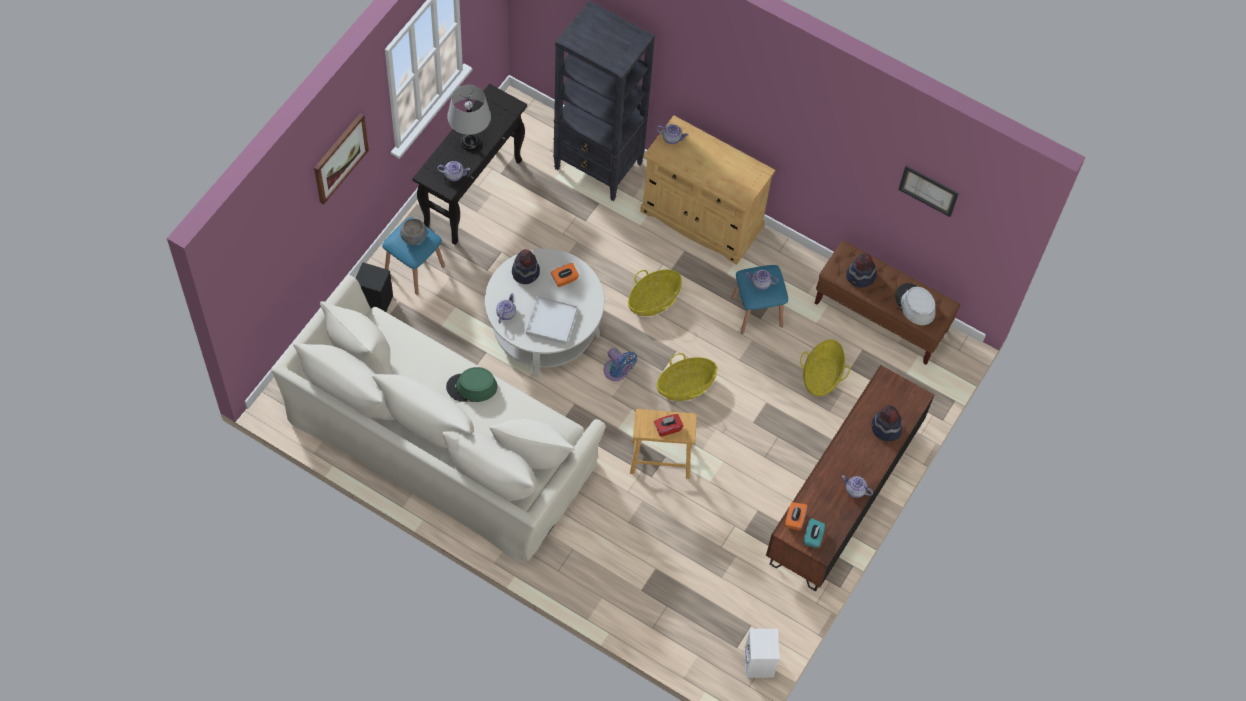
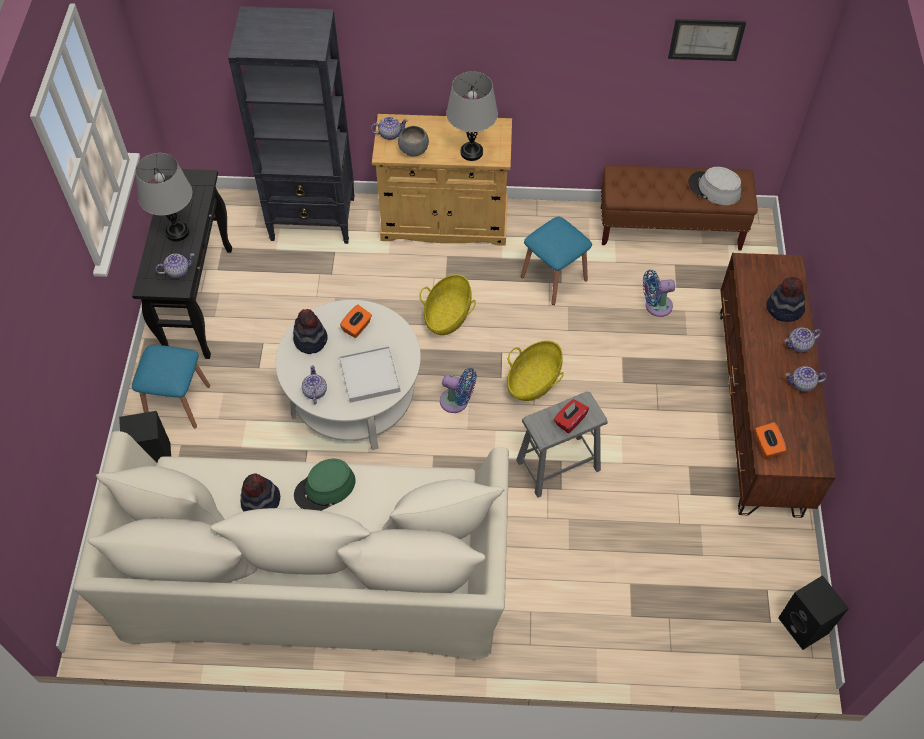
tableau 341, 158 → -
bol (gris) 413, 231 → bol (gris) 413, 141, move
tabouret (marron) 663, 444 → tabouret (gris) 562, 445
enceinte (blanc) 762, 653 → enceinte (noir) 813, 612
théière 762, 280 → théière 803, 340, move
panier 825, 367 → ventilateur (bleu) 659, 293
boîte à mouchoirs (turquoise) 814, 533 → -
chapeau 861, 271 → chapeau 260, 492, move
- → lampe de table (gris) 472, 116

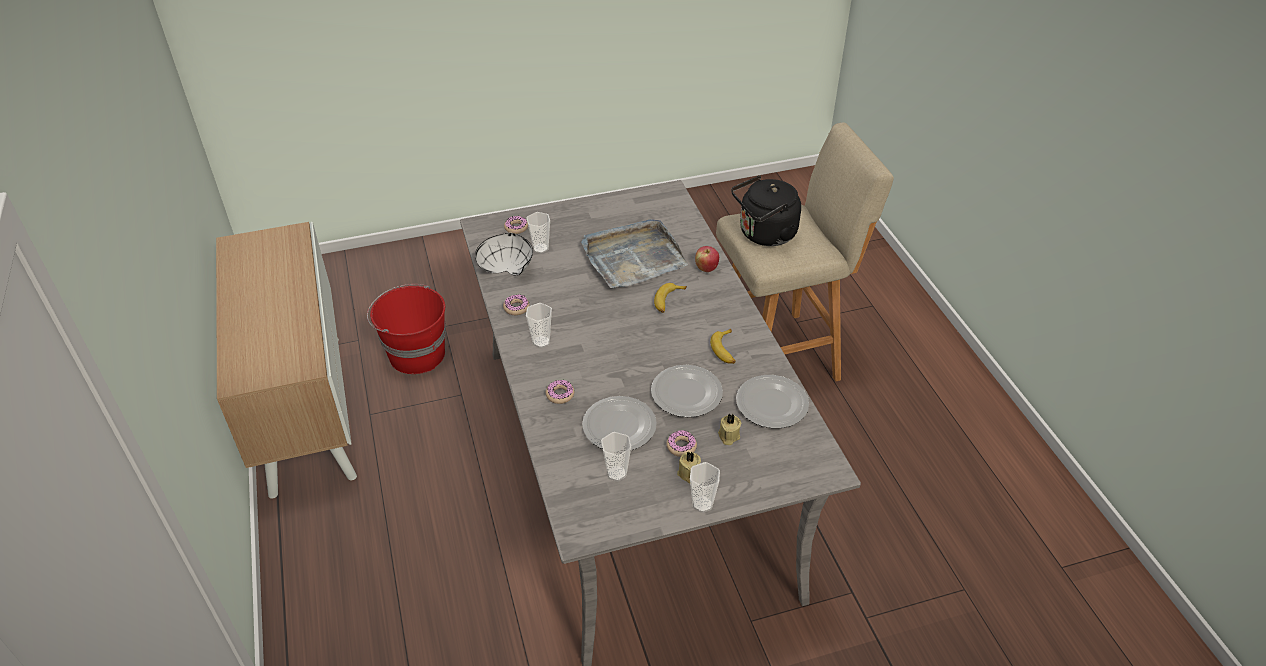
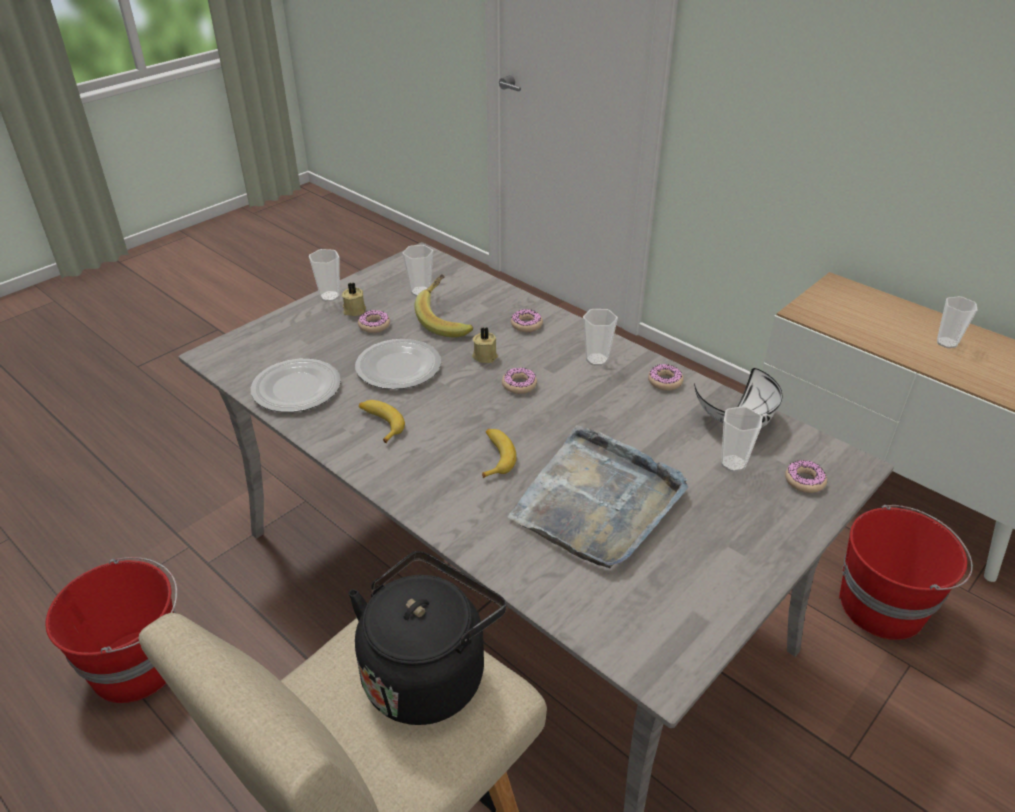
assiette 619, 423 → banane 444, 305
pomme 707, 259 → -
bougie (beige) 729, 429 → bougie (beige) 485, 345, move
- → seau (rouge) 111, 630
- → beignet 519, 381
- → tasse 957, 322

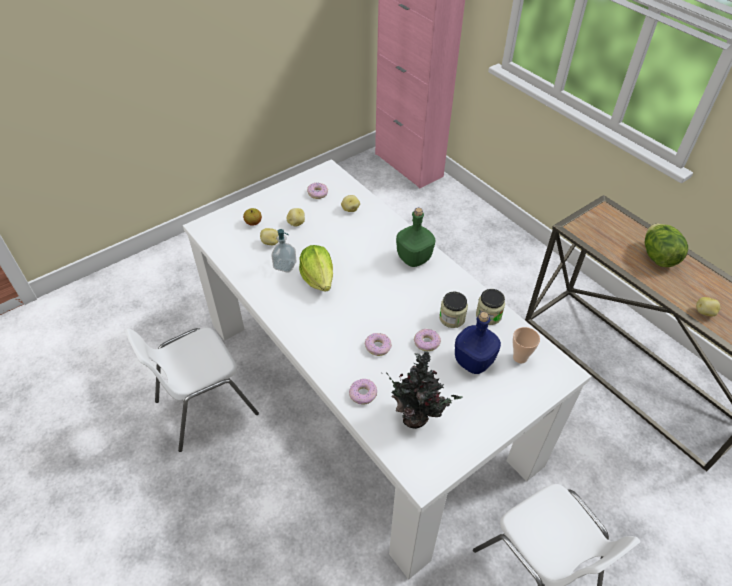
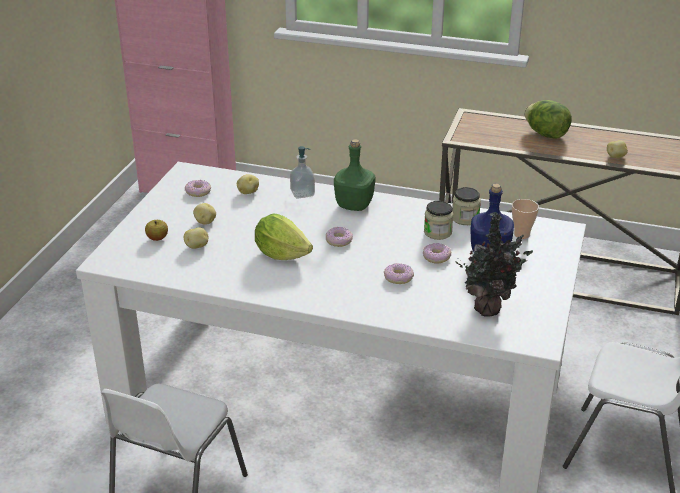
distributeur de savon 284, 250 → distributeur de savon 302, 172, move
beignet 363, 392 → beignet 339, 237, move

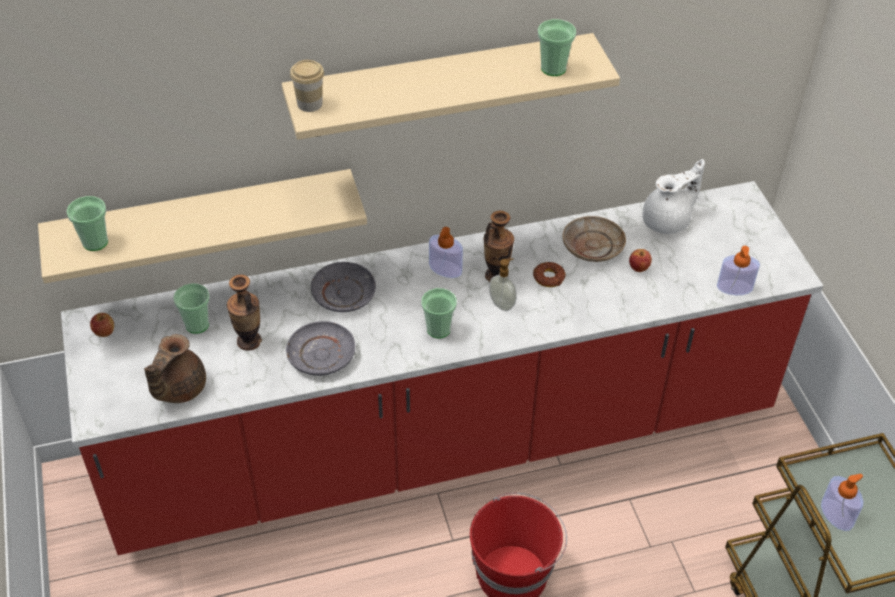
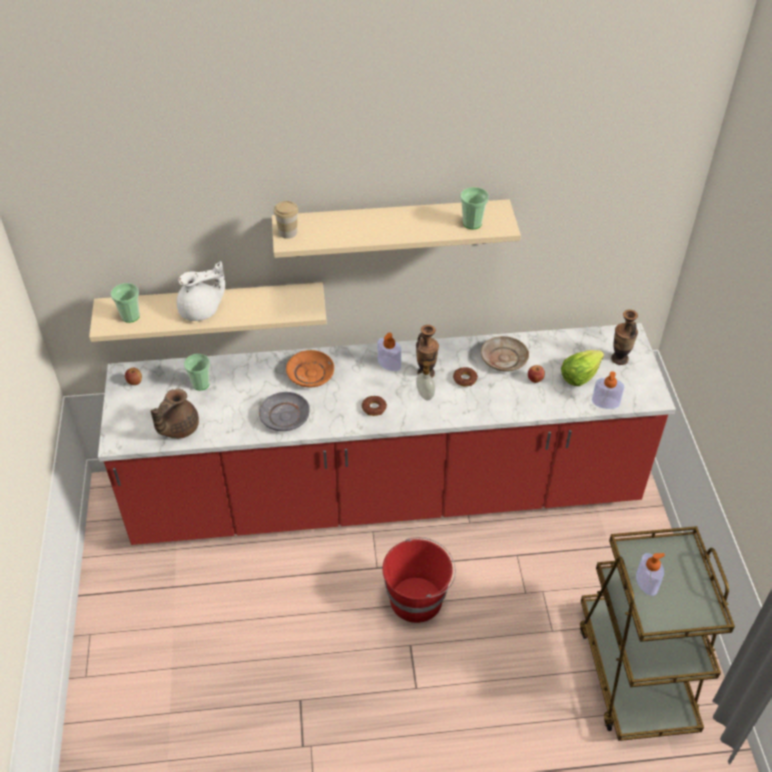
vase 244, 312 → vase 624, 337, move
assiette (gris) 343, 287 → assiette (orange) 310, 368
tasse 439, 313 → beignet 374, 406
théière (blanc) 673, 196 → théière (blanc) 201, 291, move
- → laitue 582, 368

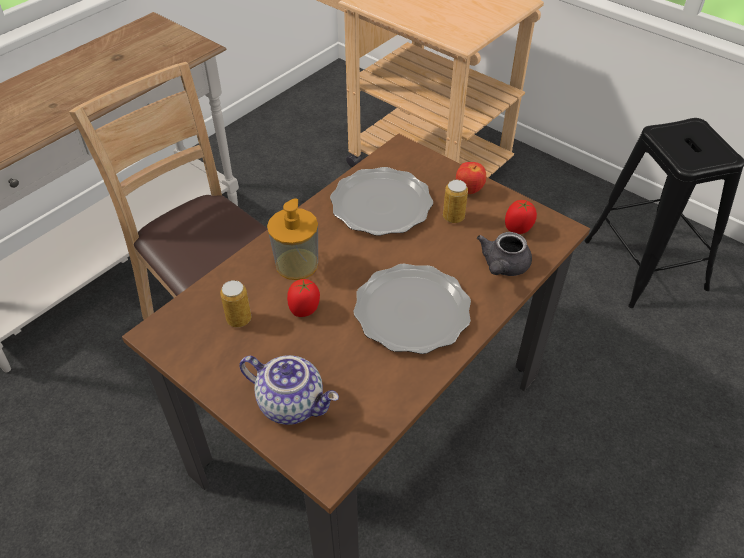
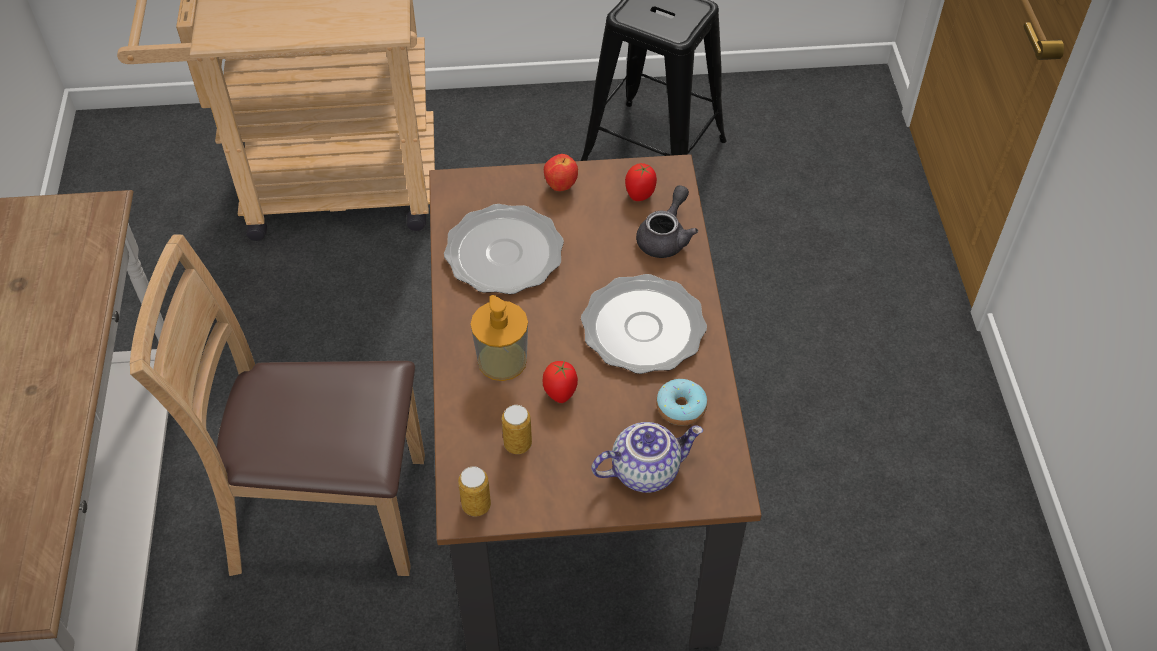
boîte métallique 455, 201 → boîte métallique 474, 491, move
théière (gris) 504, 254 → théière (gris) 667, 221, 135 degrees counterclockwise
- → beignet 681, 402

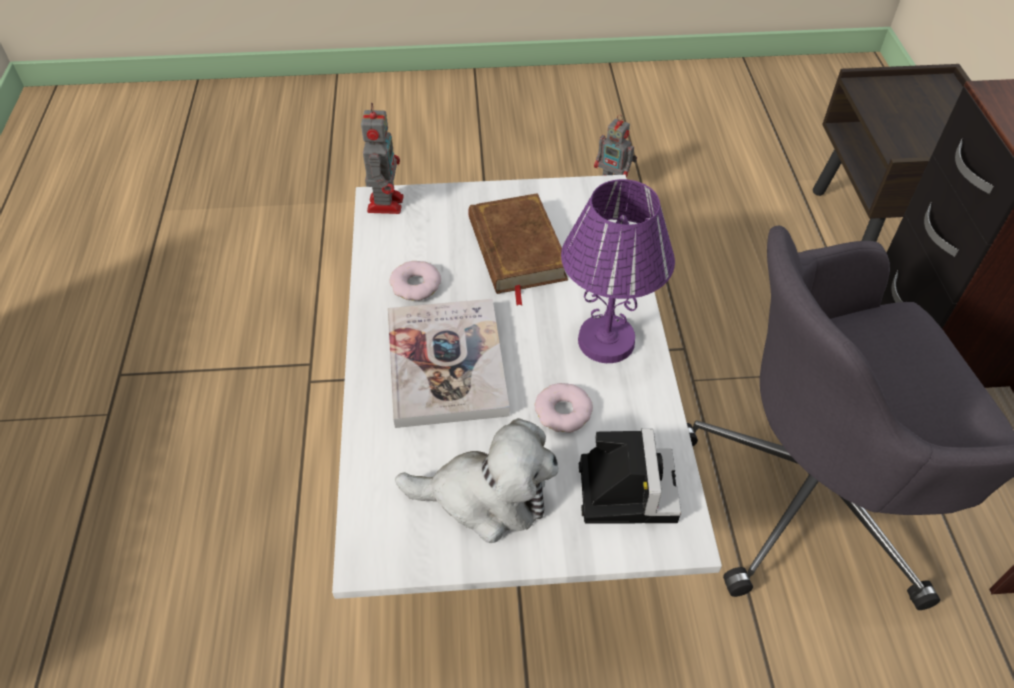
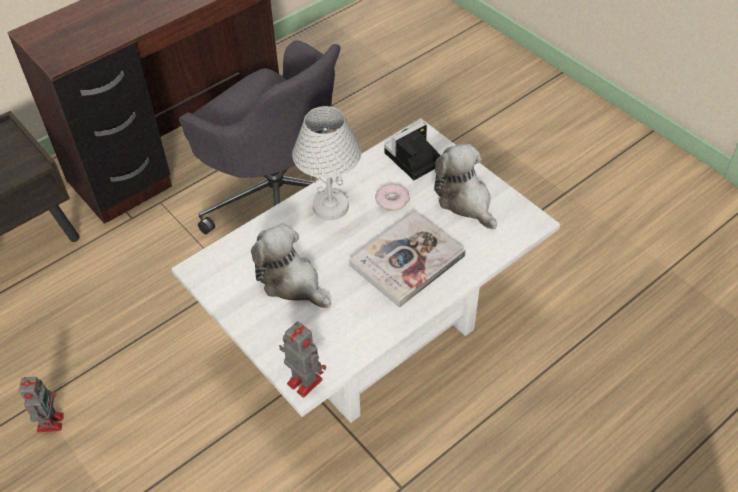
robot jouet 382, 158 → robot jouet 302, 359, 75 degrees clockwise
beignet 415, 281 → -
livre (marron) 518, 249 → peluche 291, 266
lampe de table (violet) 618, 271 → lampe de table (blanc) 326, 163

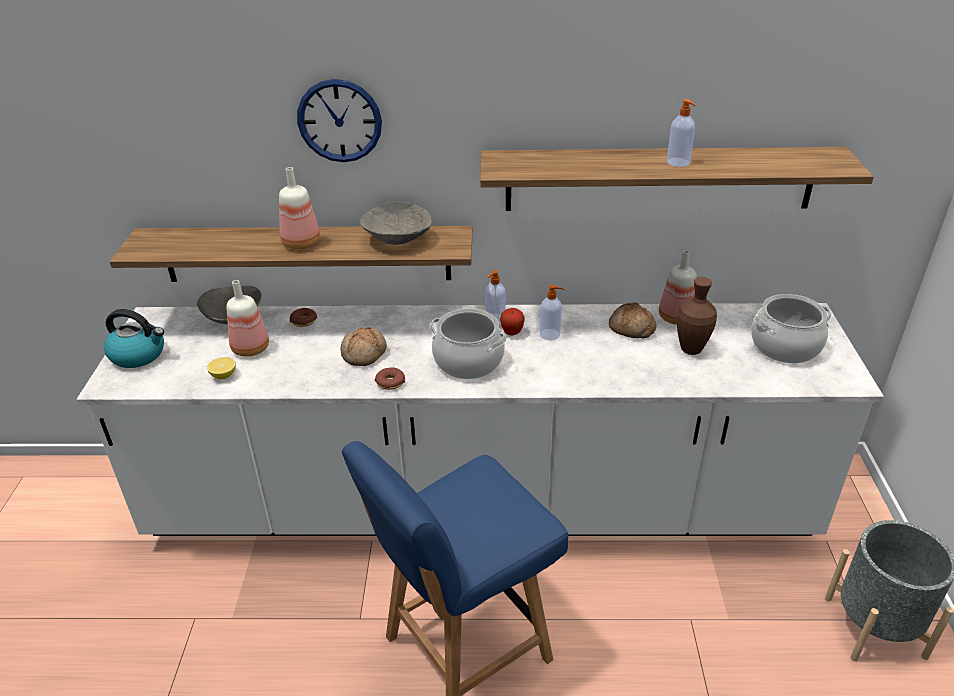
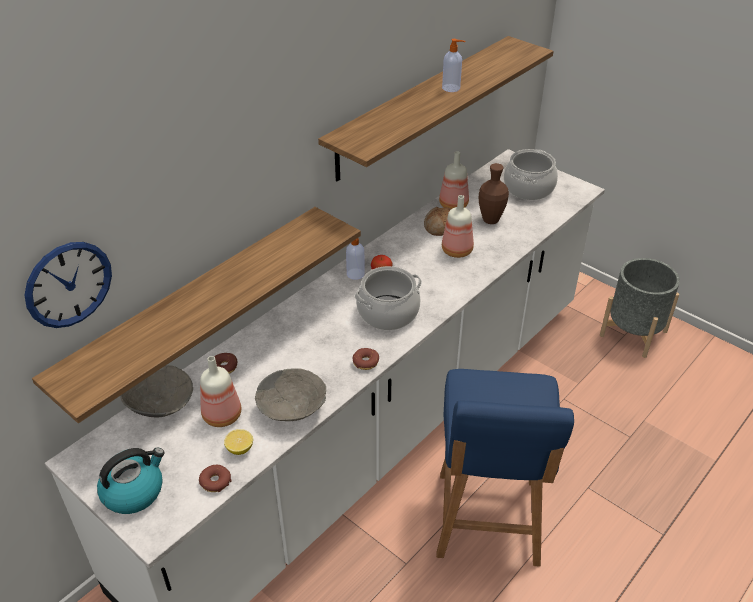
bouteille 299, 208 → bouteille 458, 226, move
horloge murale 339, 120 → horloge murale 68, 285, move
pain 364, 346 → -
bol (gris) 396, 223 → bol (gris) 290, 394, move
distributeur de savon 552, 312 → -
- → beignet 215, 478

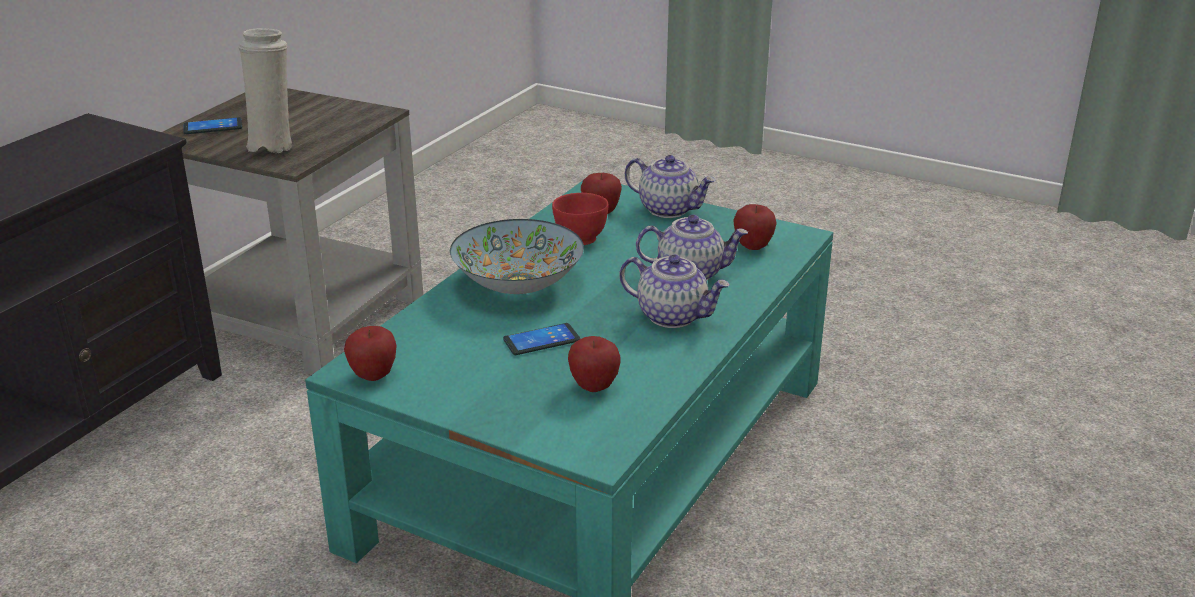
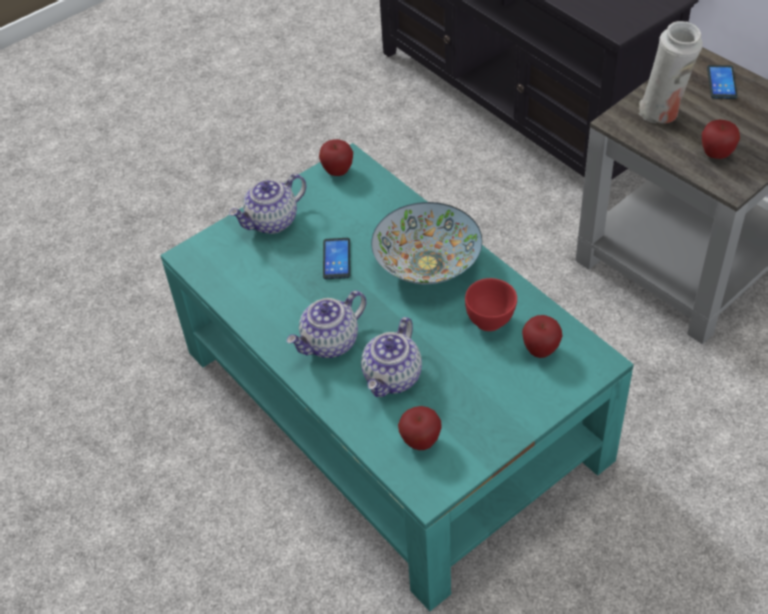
pomme 594, 364 → pomme 721, 139, move
théière 670, 186 → théière 267, 204, move

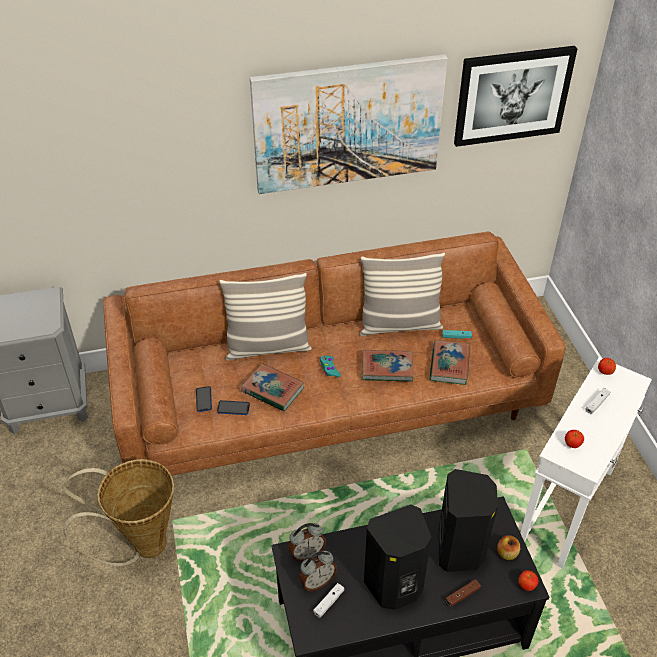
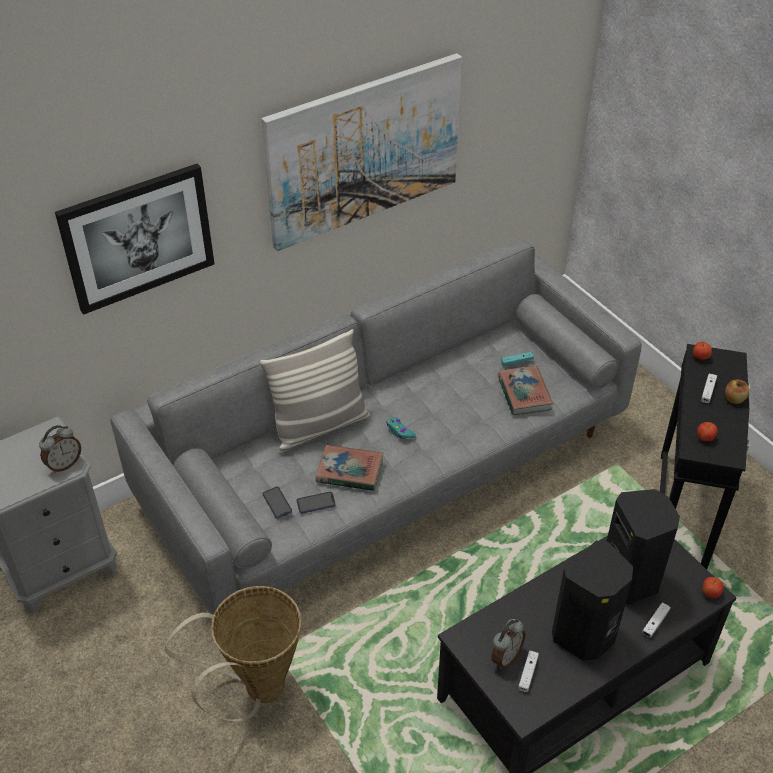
canapé (marron) 334, 354 → canapé (gris) 376, 427
réveil 307, 542 → réveil 60, 449, move
coussin 402, 294 → -
livre 387, 366 → -
manette (marron) 463, 593 → manette (blanc) 656, 619
tableau 516, 96 → tableau 135, 239, move
pomme 508, 547 → pomme 737, 391, move
table d'appoint (blanc) 586, 462 → table d'appoint (noir) 705, 456

